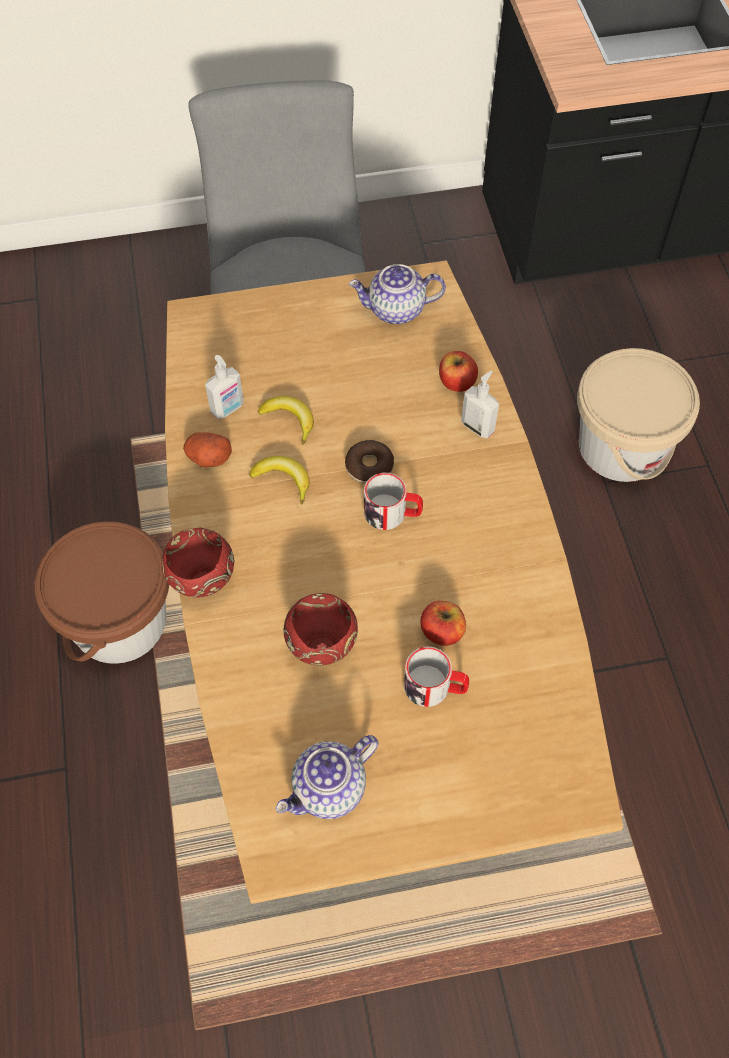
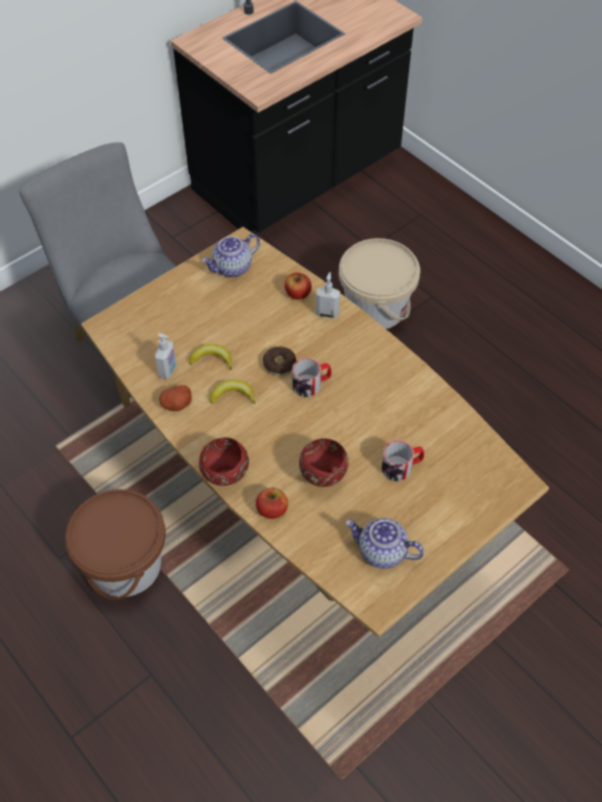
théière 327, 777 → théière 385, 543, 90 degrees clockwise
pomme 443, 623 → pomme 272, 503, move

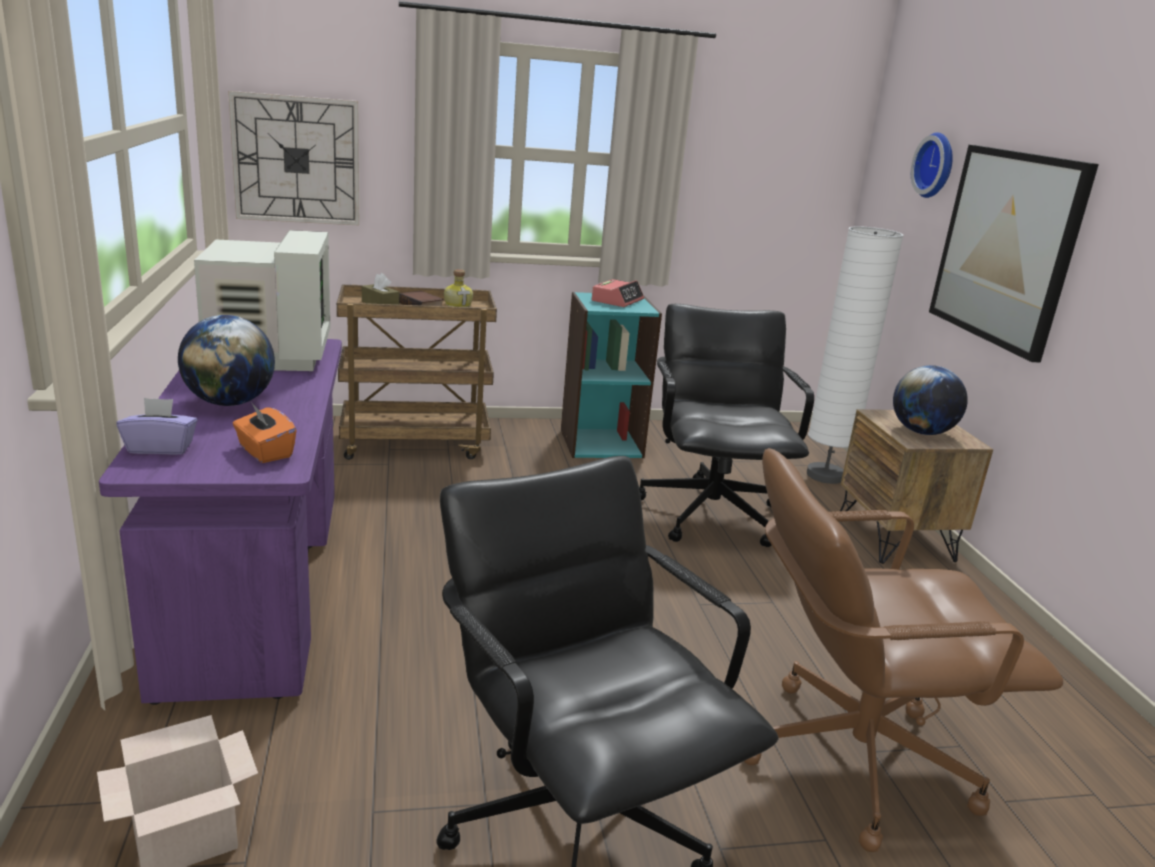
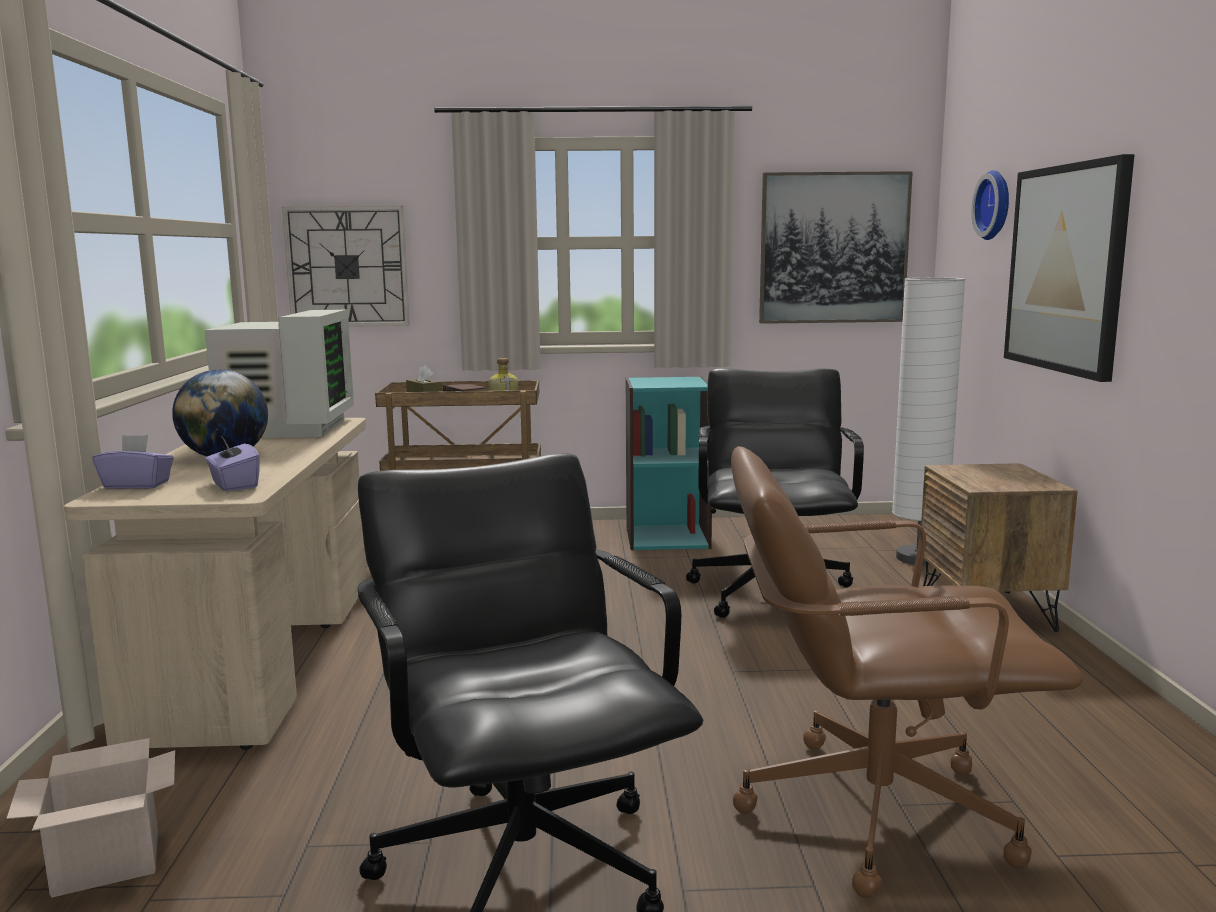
bureau (violet) 220, 522 → bureau (beige) 215, 584
boîte à mouchoirs (orange) 264, 432 → boîte à mouchoirs (violet) 232, 464
réveil 618, 293 → -
globe 930, 400 → -
- → tableau 836, 247

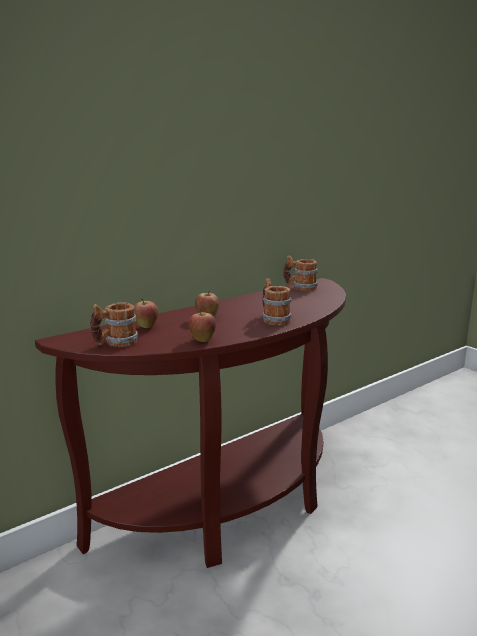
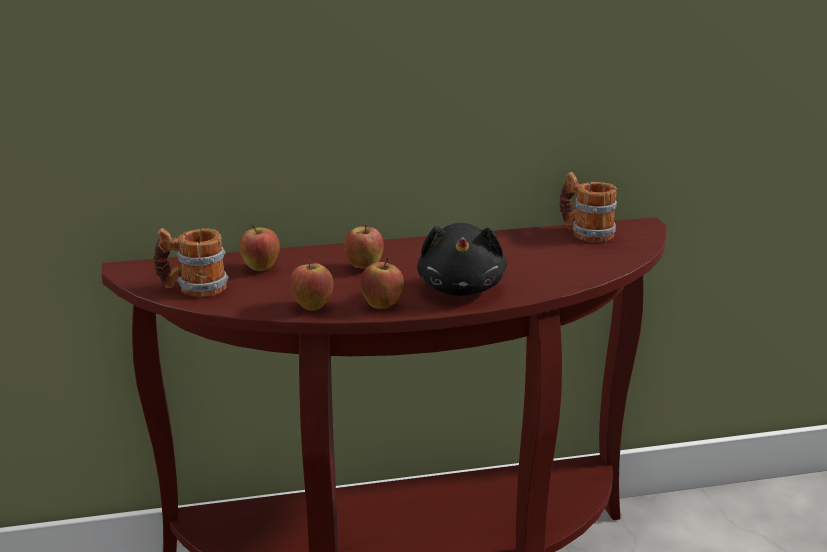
mug 277, 301 → peluche (noir) 462, 259
- → pomme 382, 283

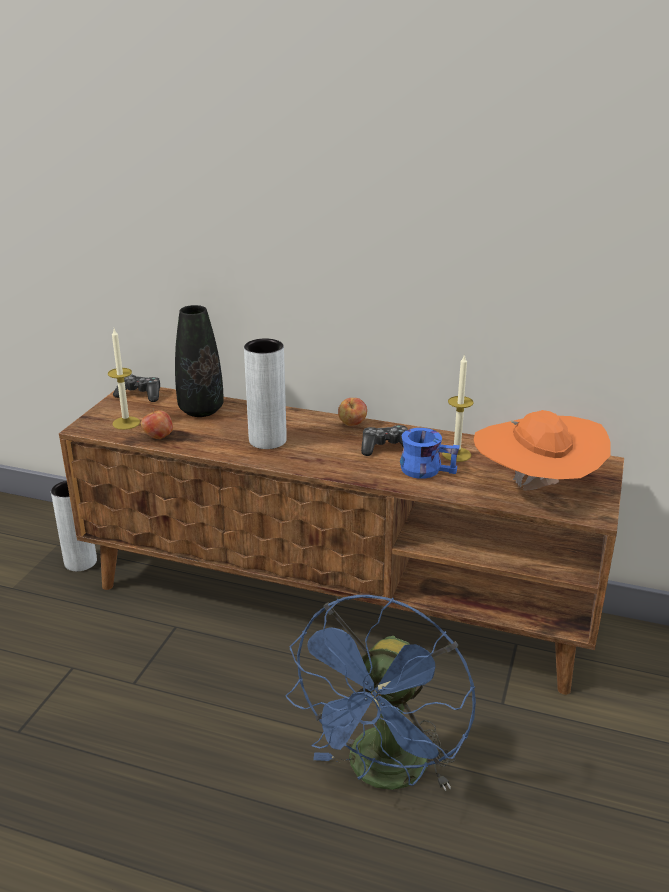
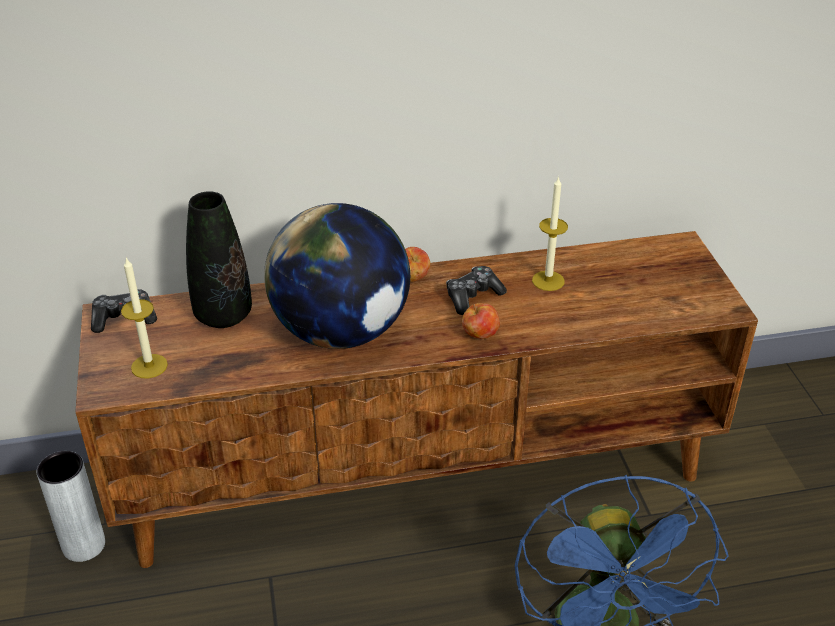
pomme 157, 423 → pomme 481, 321, move
vase (gris) 265, 393 → globe 337, 276
mug (bleu) 430, 453 → -
chapeau (orange) 542, 450 → -

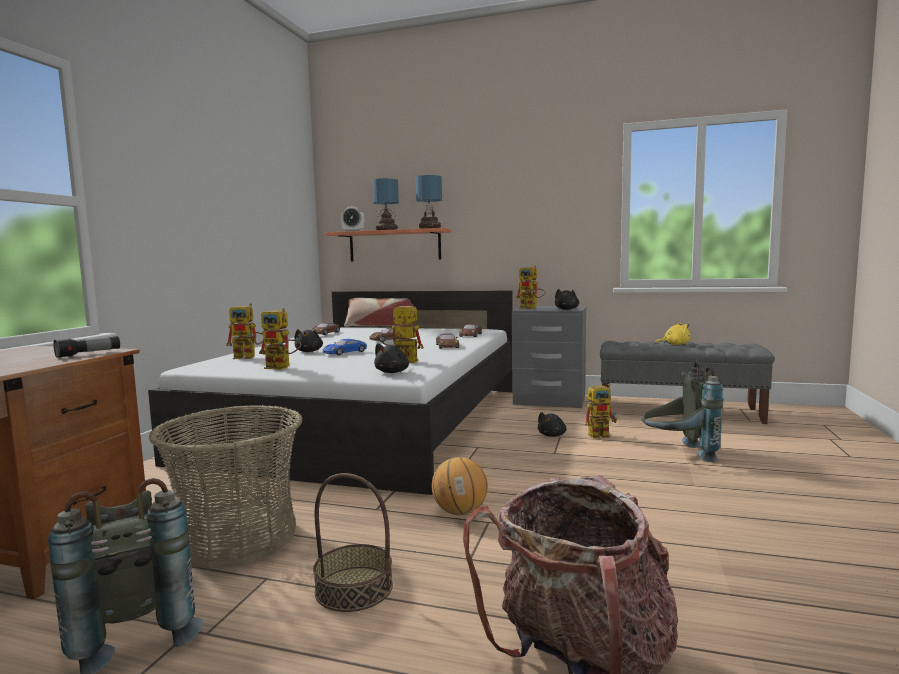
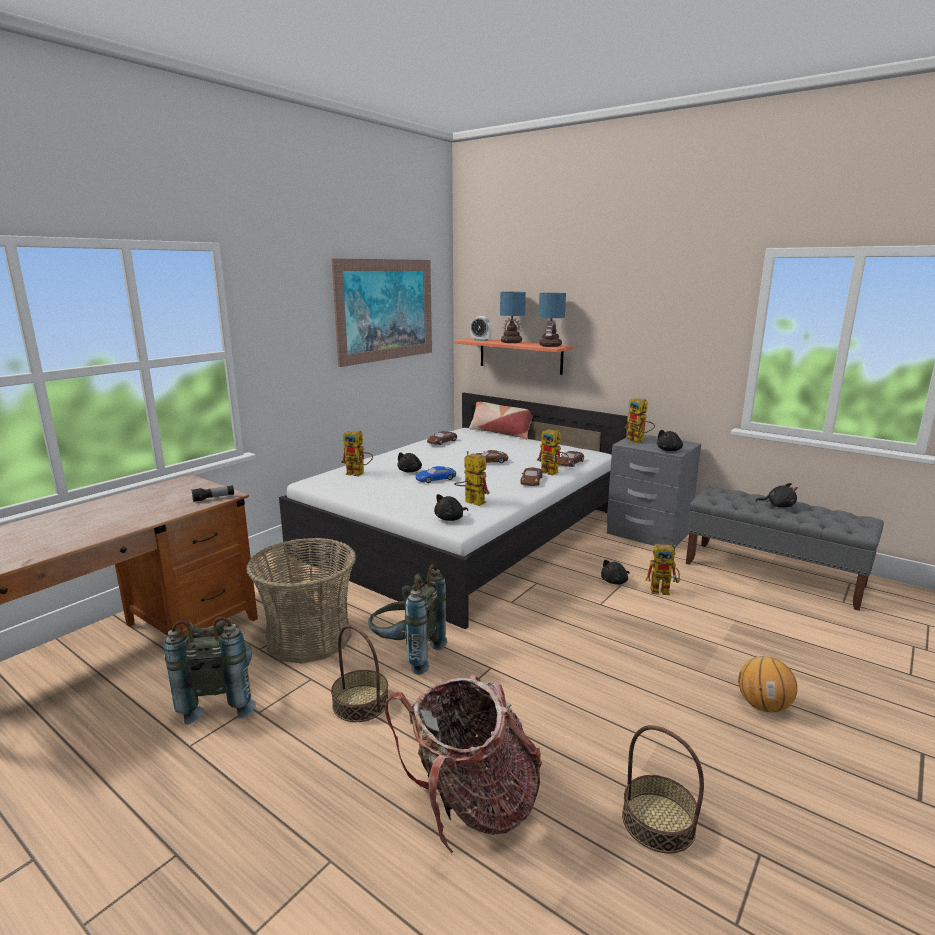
robot jouet 280, 339 → robot jouet 553, 452, move
ballon de basket 460, 486 → ballon de basket 768, 684, move
sac à dos (gris) 682, 411 → sac à dos (gris) 407, 619, move
peluche (jaune) 673, 334 → peluche (noir) 776, 495
- → tableau 381, 312
- → panier 663, 789

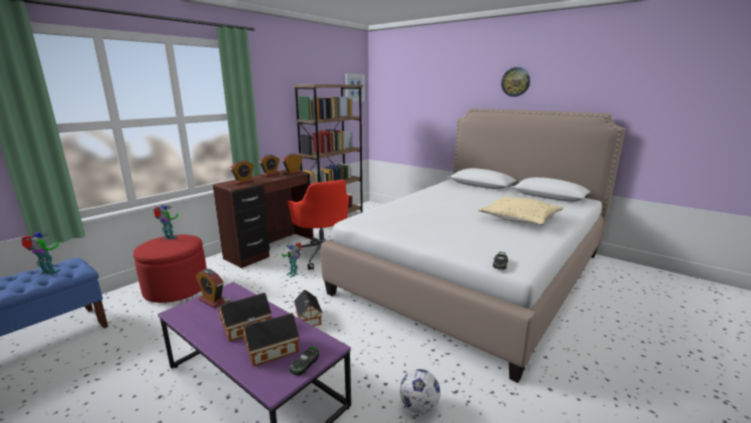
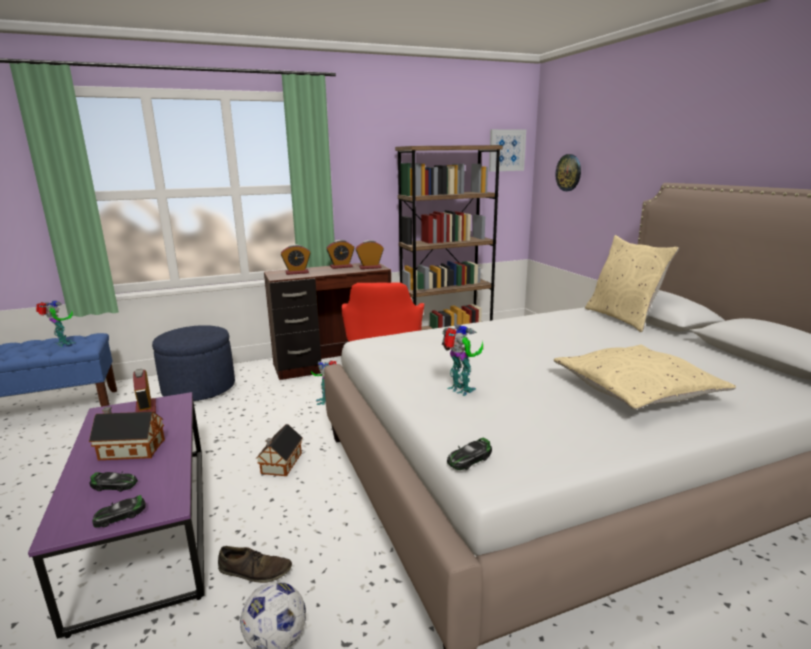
pouf (rouge) 170, 268 → pouf (bleu) 193, 363
robot jouet 166, 222 → robot jouet 462, 360, move
maison miniature 271, 340 → petite voiture 113, 481
horloge murale 515, 82 → horloge murale 568, 172, move
- → chaussure (marron) 255, 564
- → coussin (beige) 632, 283

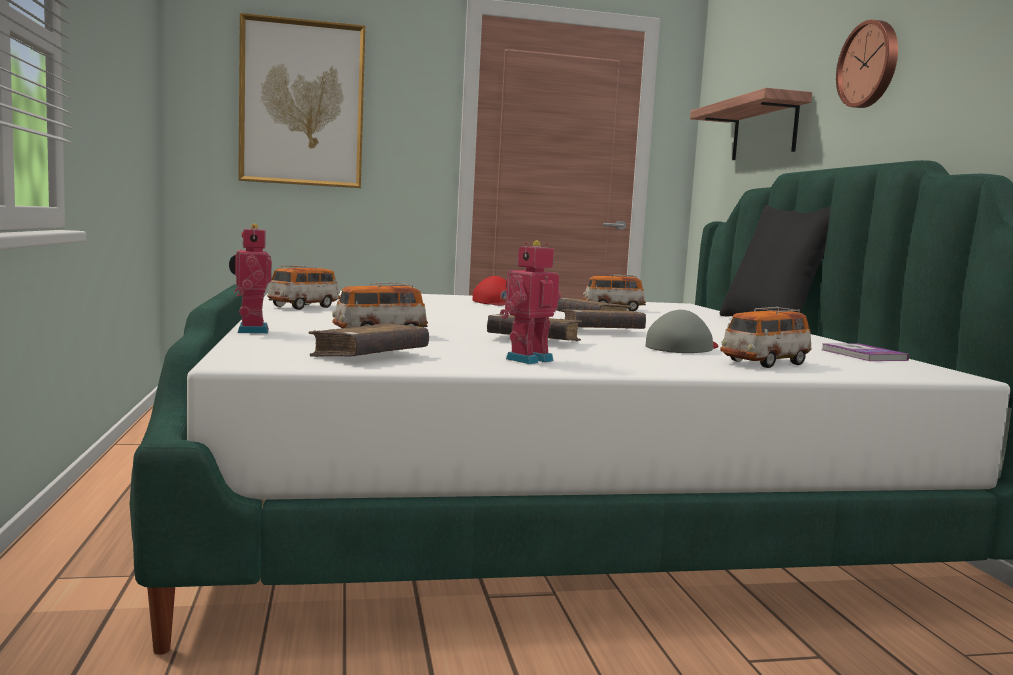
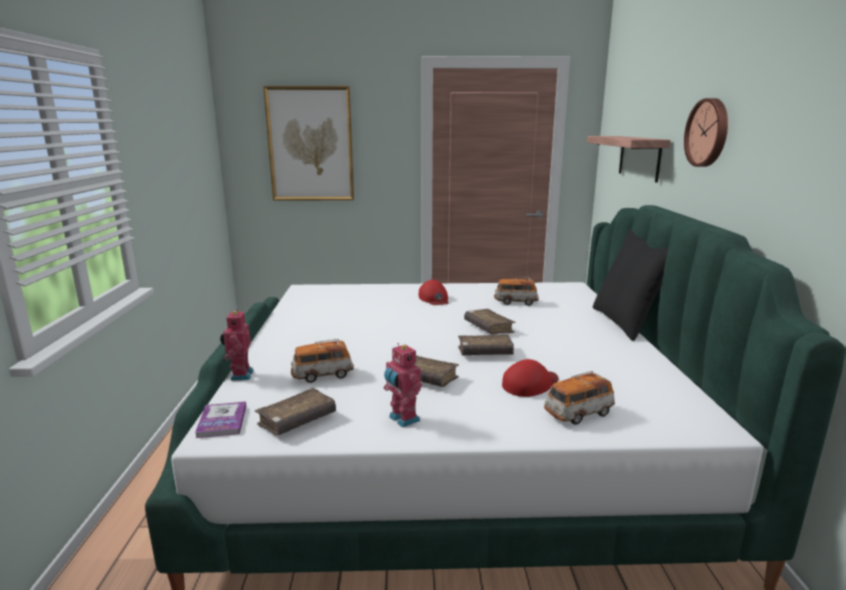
petite voiture 303, 287 → -
robot jouet 530, 302 → robot jouet 403, 385, 90 degrees counterclockwise
casquette (gris) 682, 331 → casquette (rouge) 530, 378
livre 865, 352 → livre 220, 419, move

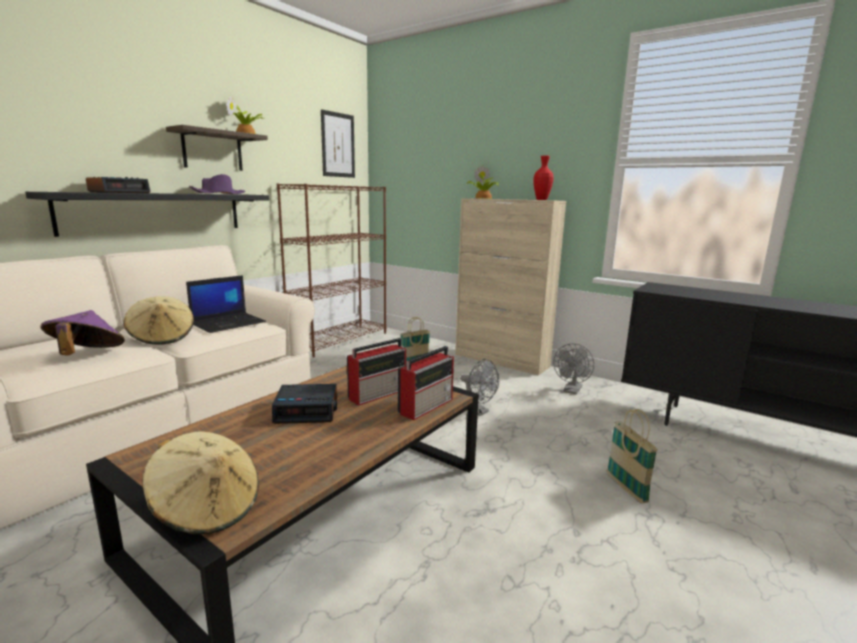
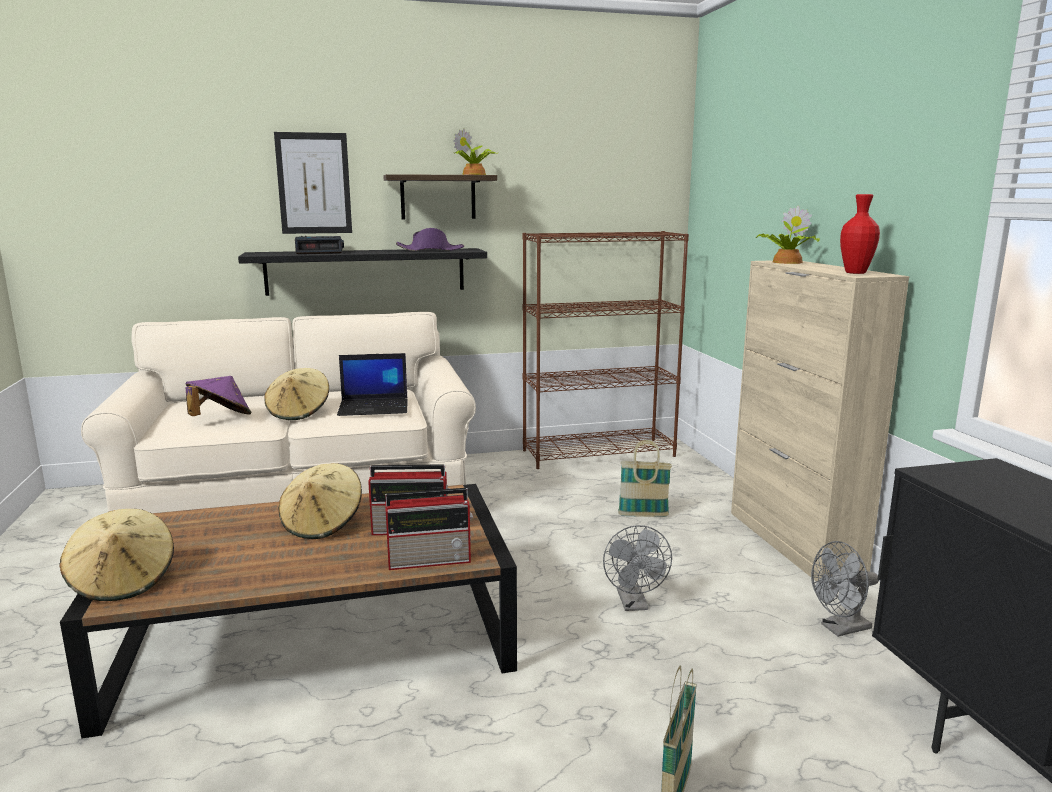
réveil 304, 404 → chapeau (beige) 320, 501
tableau 338, 143 → tableau 313, 183, move

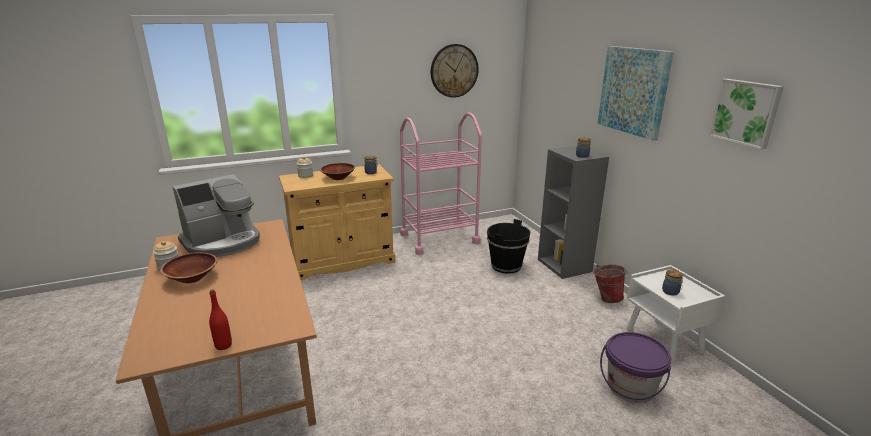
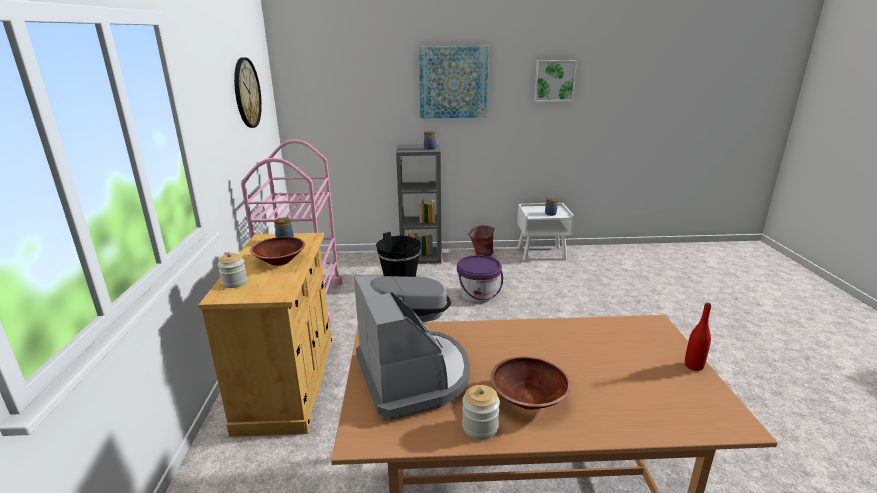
seau (violet) 635, 367 → seau (violet) 480, 279, move

